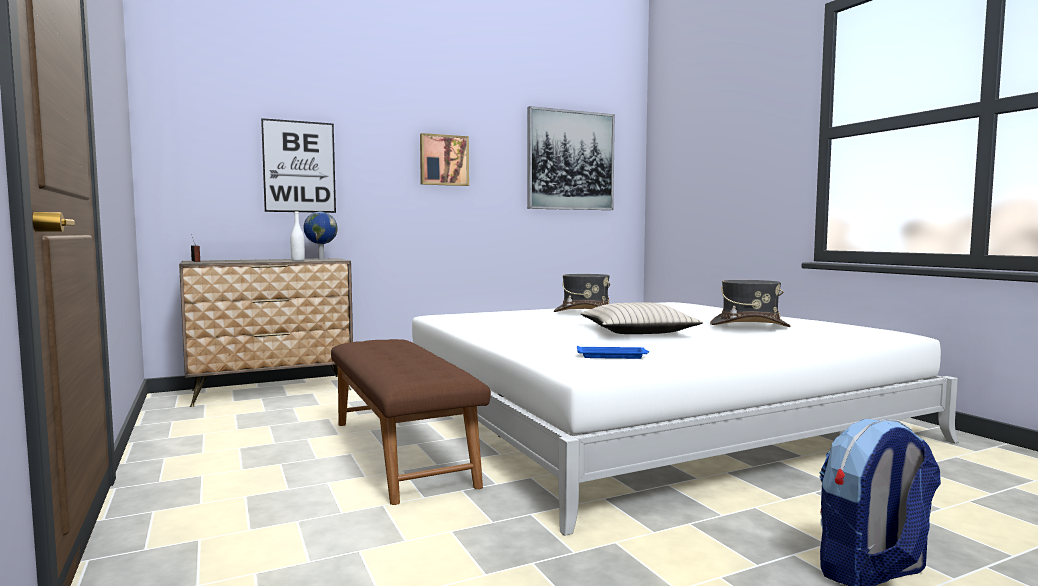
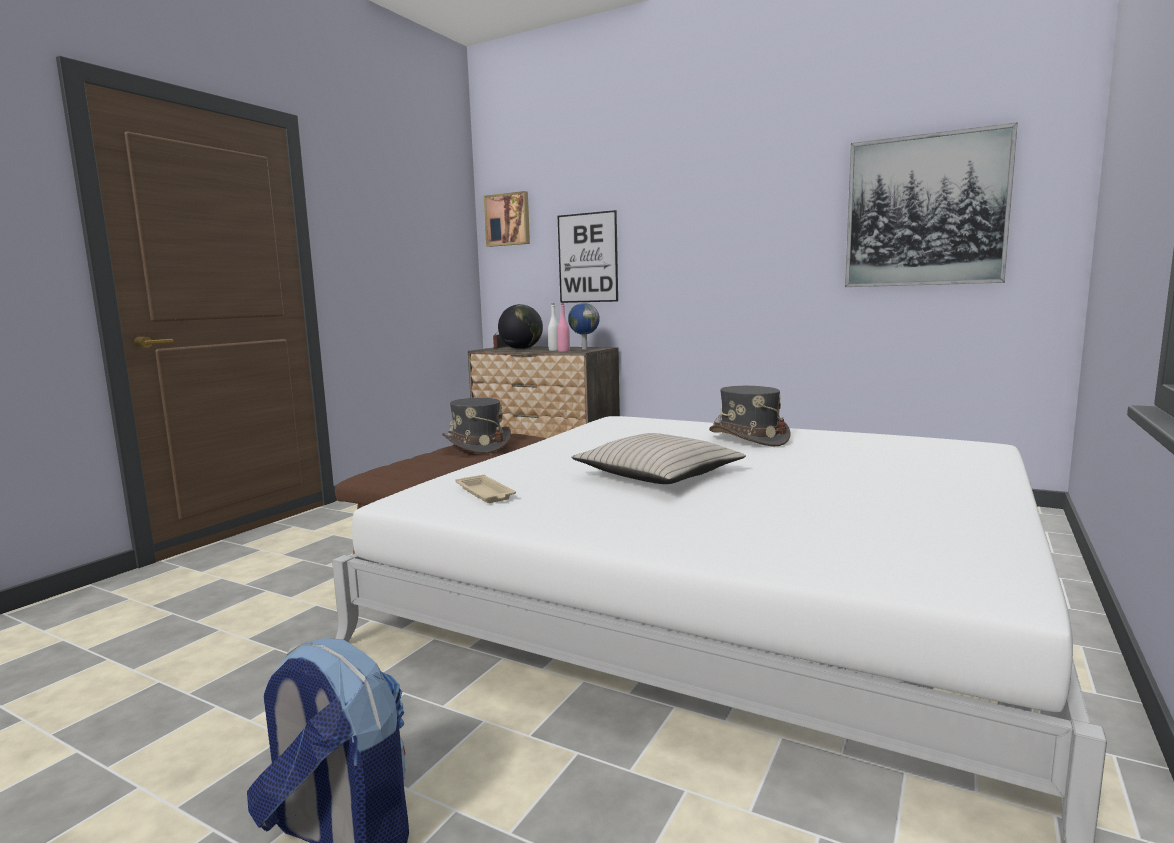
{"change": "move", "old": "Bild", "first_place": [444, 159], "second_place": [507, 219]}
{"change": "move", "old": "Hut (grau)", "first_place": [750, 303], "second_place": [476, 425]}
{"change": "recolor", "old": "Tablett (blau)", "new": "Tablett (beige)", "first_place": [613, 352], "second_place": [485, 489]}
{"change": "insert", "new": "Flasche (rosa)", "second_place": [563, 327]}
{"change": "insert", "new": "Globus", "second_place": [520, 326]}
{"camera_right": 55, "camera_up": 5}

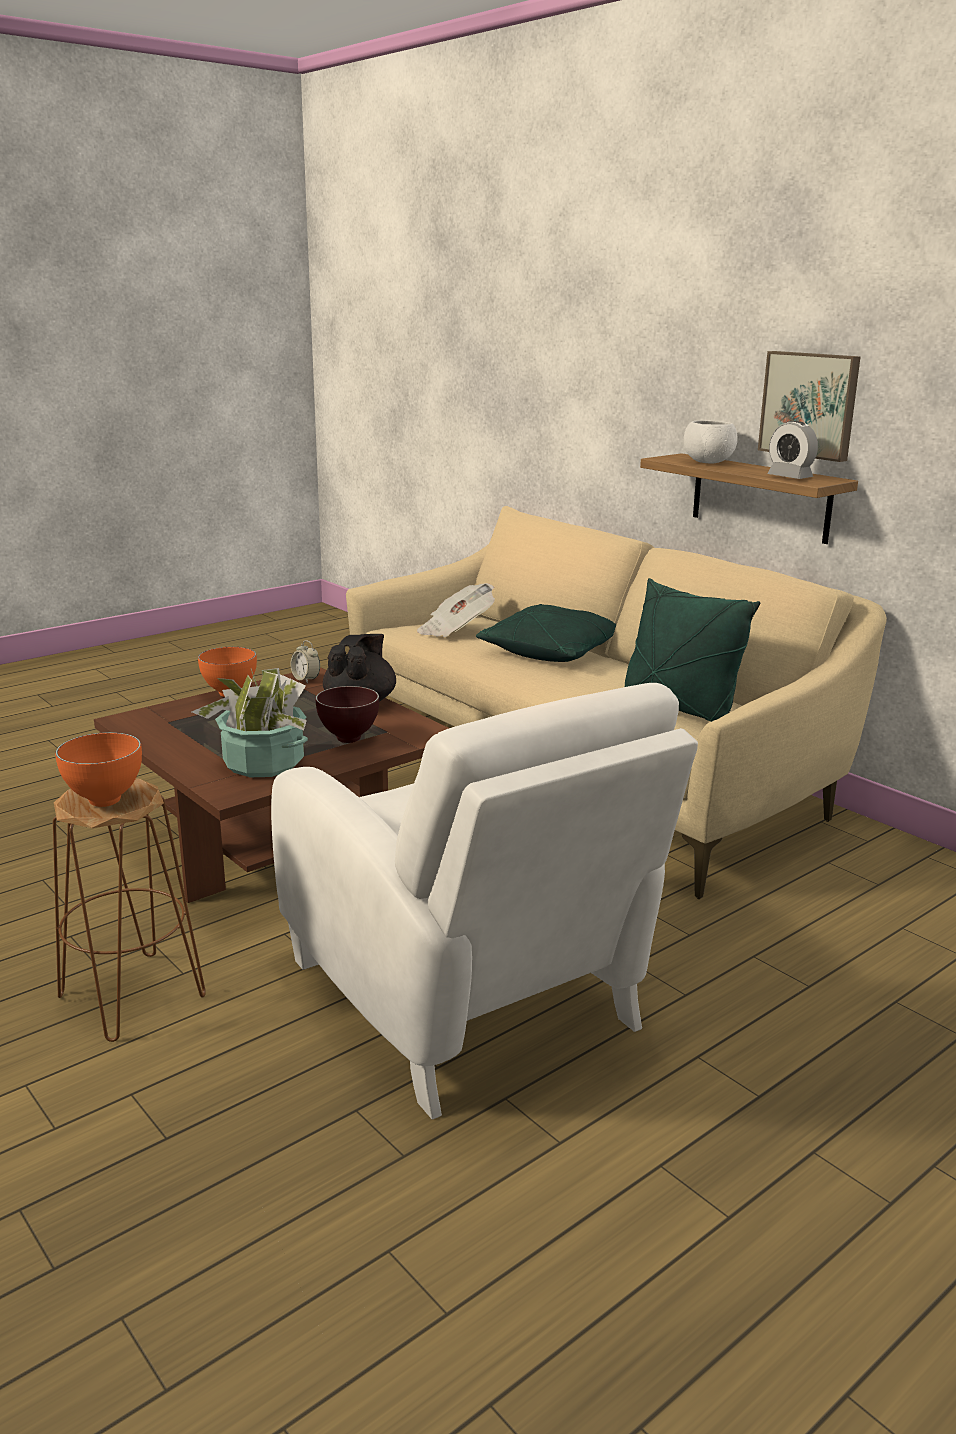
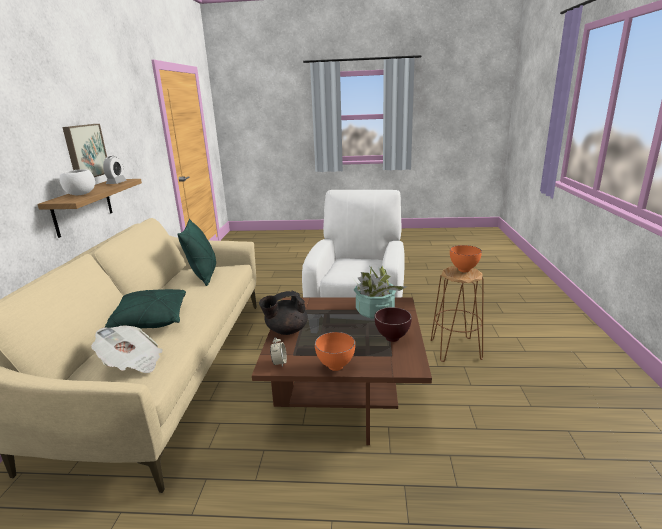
{"change": "move", "old": "Schüssel (braun)", "first_place": [347, 714], "second_place": [393, 324]}
{"camera_right": -135, "camera_up": 0}

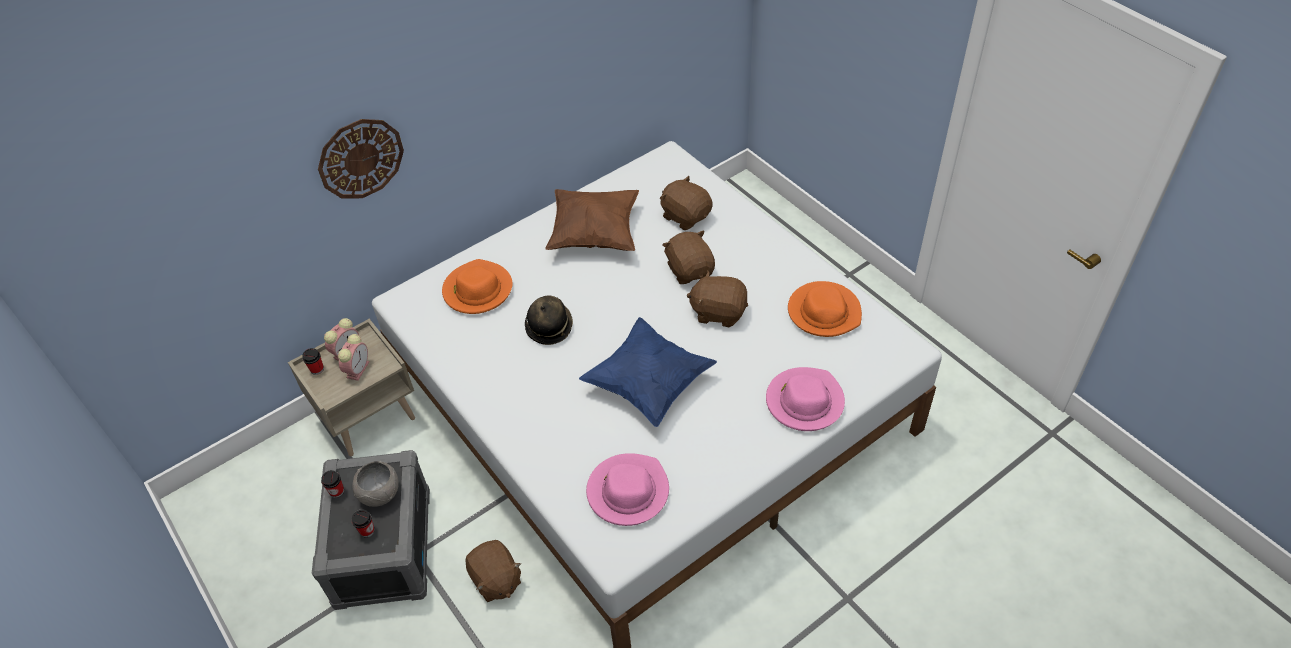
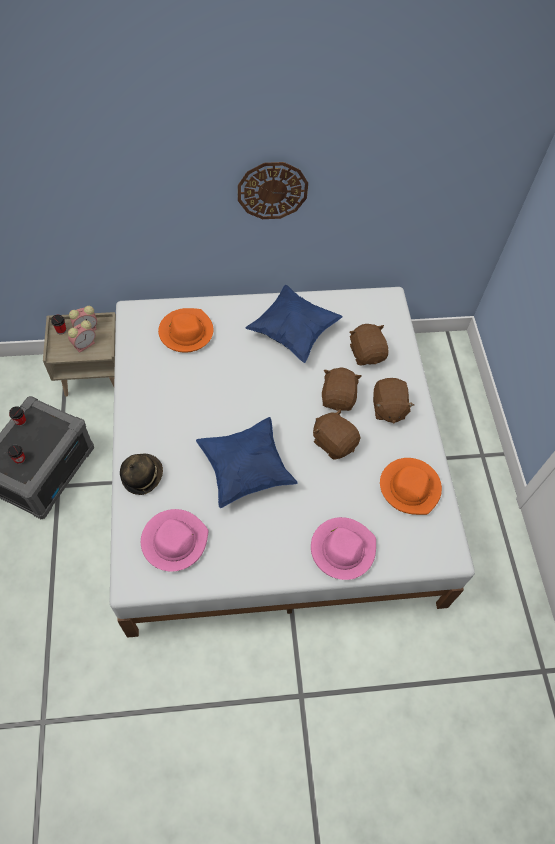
{"change": "move", "old": "Wanduhr", "first_place": [361, 159], "second_place": [273, 190]}
{"change": "recolor", "old": "Kissen (braun)", "new": "Kissen (blau)", "first_place": [592, 220], "second_place": [294, 324]}
{"change": "move", "old": "Hut", "first_place": [549, 320], "second_place": [141, 474]}
{"change": "delete", "old": "Schüssel (grau)", "first_place": [375, 484]}
{"change": "move", "old": "Plüschtier (braun)", "first_place": [493, 571], "second_place": [393, 401]}
{"camera_right": 25, "camera_up": 10}

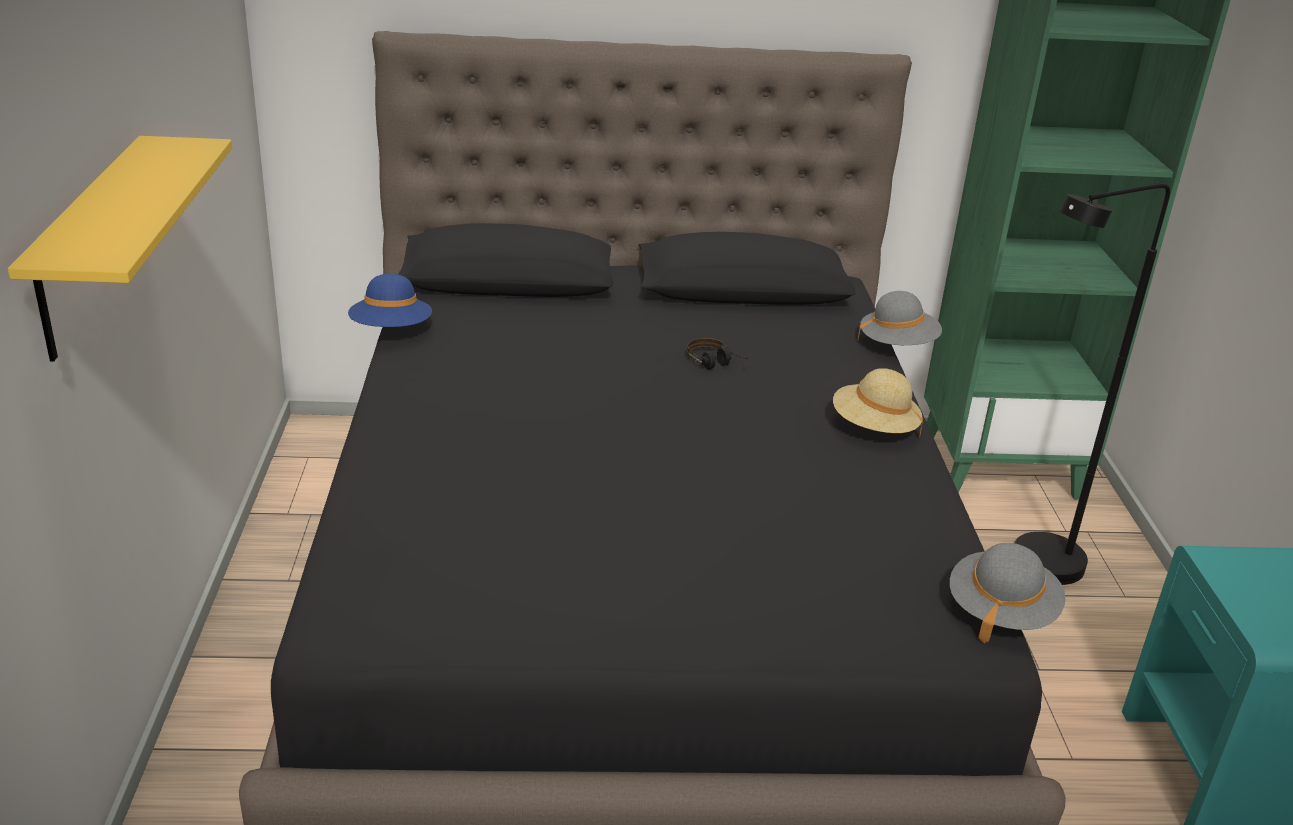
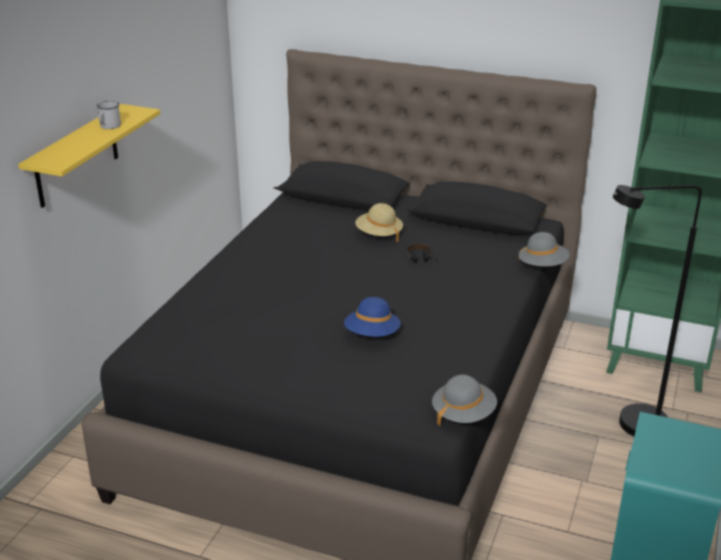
{"change": "move", "old": "Hut (blau)", "first_place": [390, 300], "second_place": [372, 317]}
{"change": "move", "old": "Hut (beige)", "first_place": [878, 403], "second_place": [379, 222]}
{"change": "insert", "new": "Henkelbecher (weiß)", "second_place": [109, 115]}
{"camera_right": 25, "camera_up": 0}

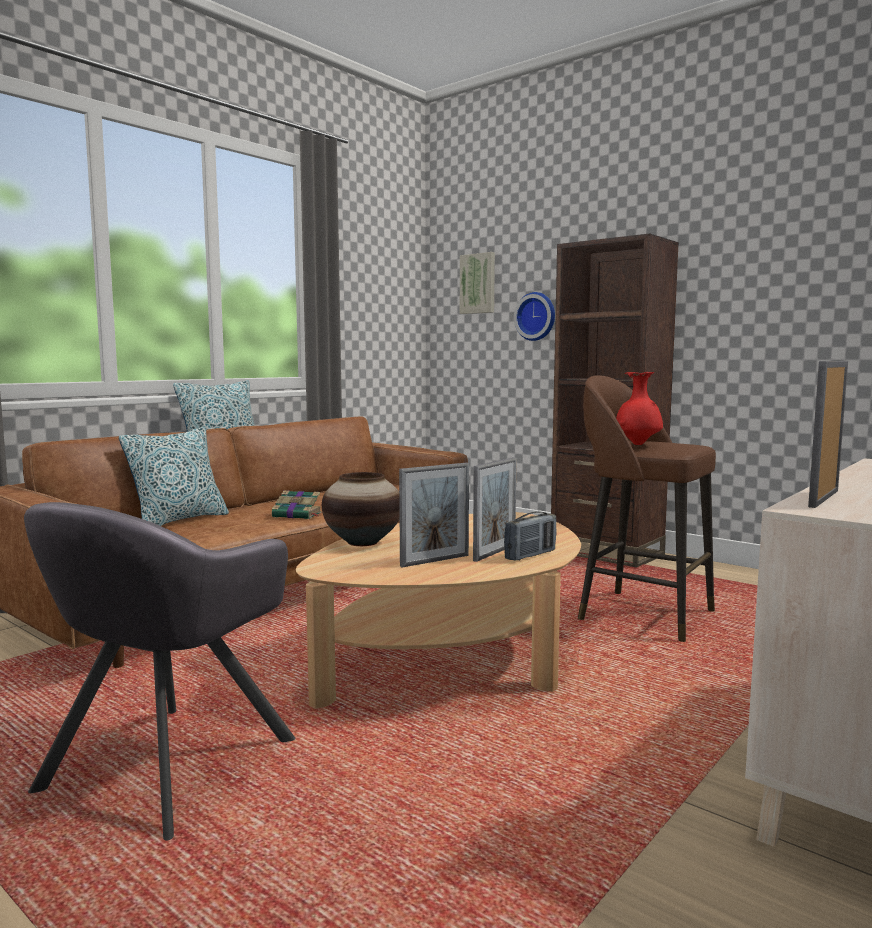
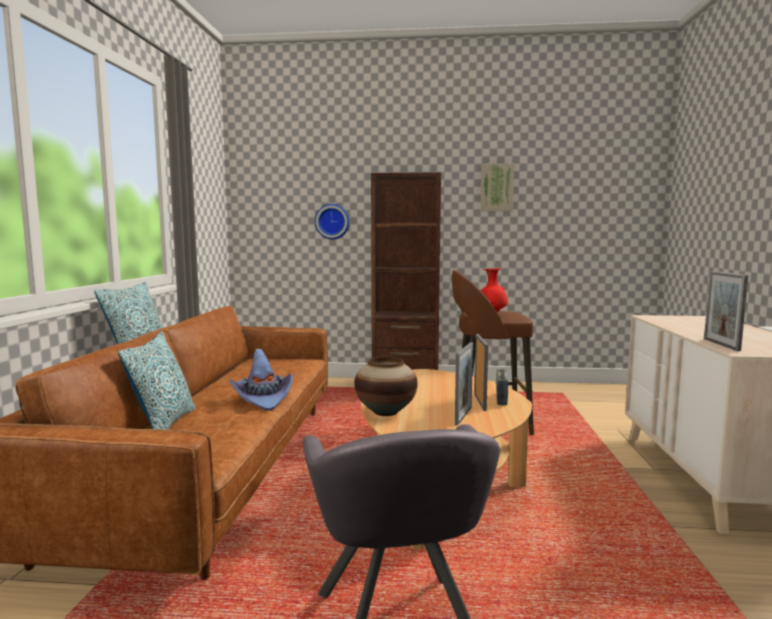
{"change": "move", "old": "Bild", "first_place": [477, 283], "second_place": [498, 187]}
{"change": "replace", "old": "Buch", "new": "Hut (lila)", "first_place": [297, 504], "second_place": [261, 380]}
{"camera_right": -35, "camera_up": 0}

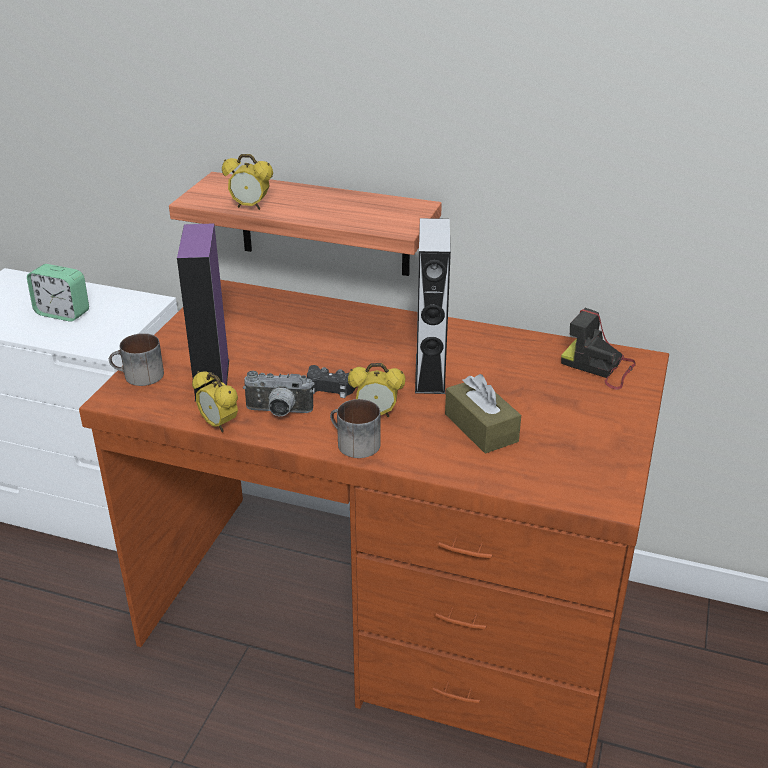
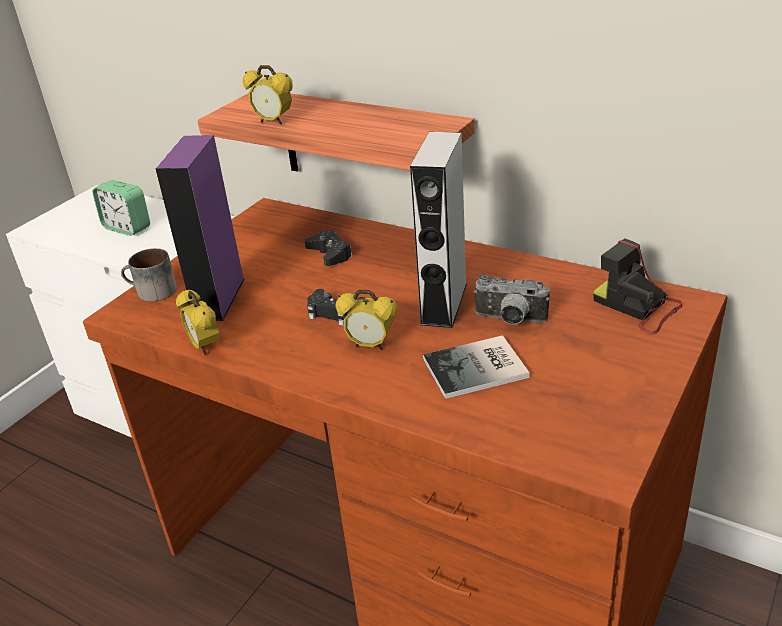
{"change": "move", "old": "Kamera", "first_place": [278, 393], "second_place": [512, 299]}
{"change": "replace", "old": "Taschentuchbox (braun)", "new": "Buch", "first_place": [483, 414], "second_place": [476, 367]}
{"change": "delete", "old": "Henkelbecher", "first_place": [355, 428]}
{"change": "insert", "new": "Gamepad (schwarz)", "second_place": [328, 248]}
{"camera_right": 15, "camera_up": 0}

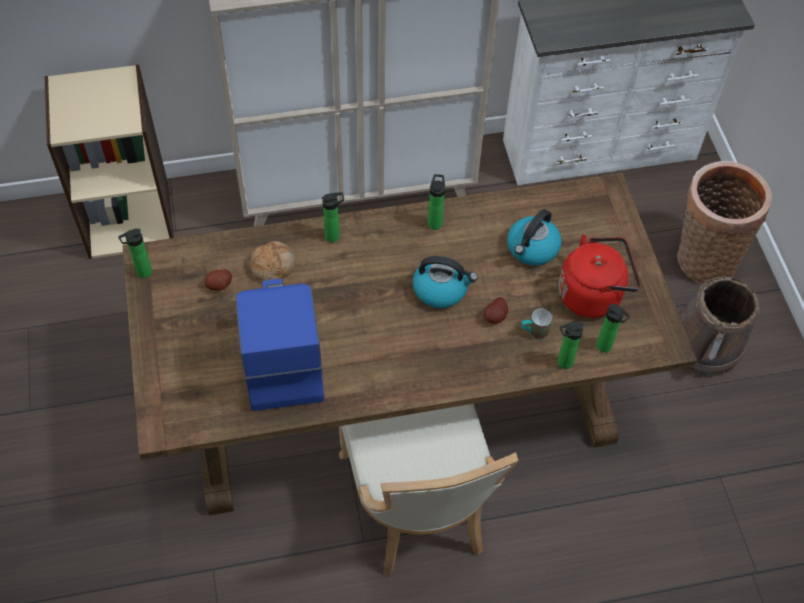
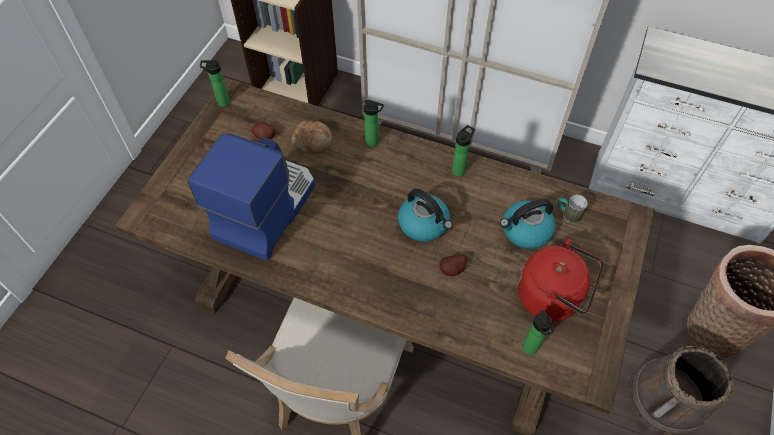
{"change": "move", "old": "Henkelbecher", "first_place": [536, 324], "second_place": [573, 209]}
{"change": "delete", "old": "Flasche", "first_place": [570, 345]}
{"camera_right": 35, "camera_up": 0}

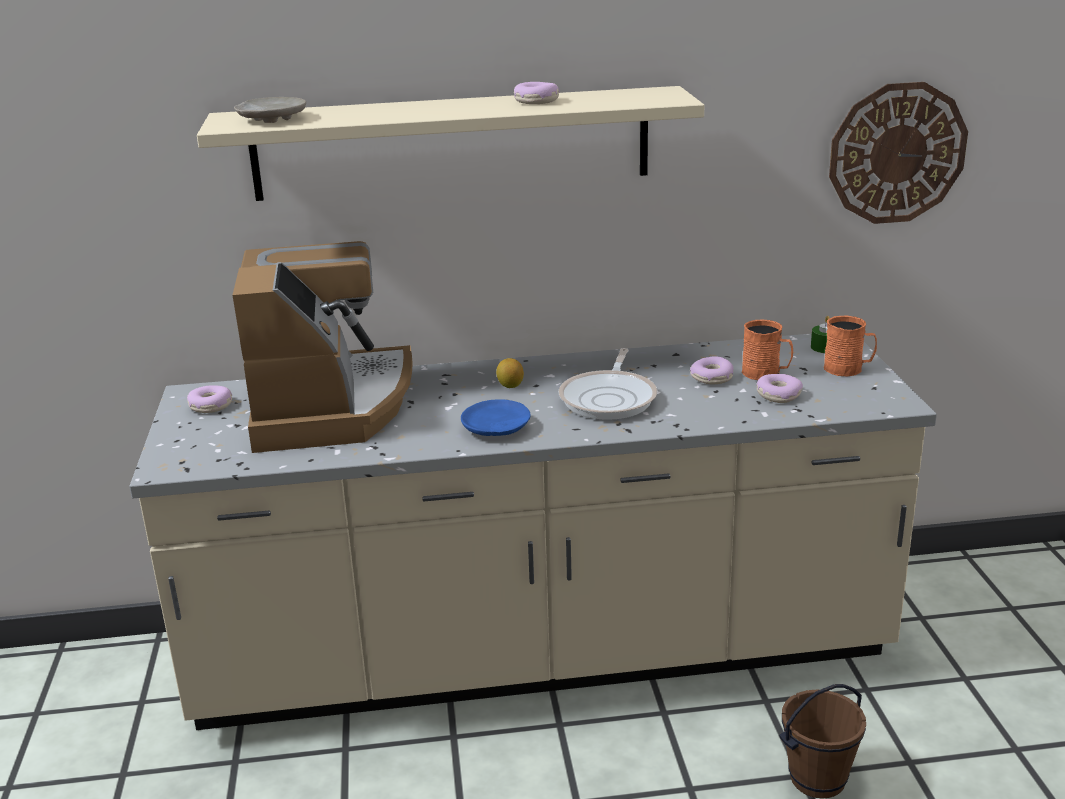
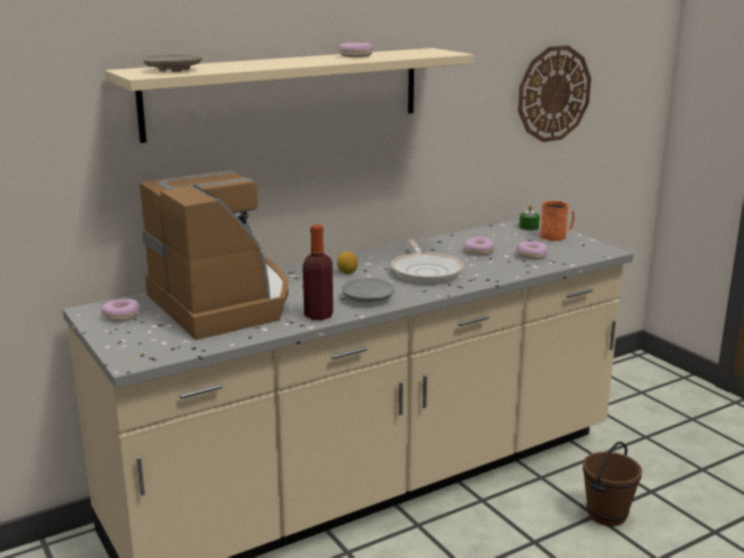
{"change": "delete", "old": "Henkelbecher (orange)", "first_place": [767, 350]}
{"change": "recolor", "old": "Teller (blau)", "new": "Teller (grau)", "first_place": [496, 417], "second_place": [368, 290]}
{"change": "insert", "new": "Flasche", "second_place": [318, 272]}
{"camera_right": -25, "camera_up": -5}

